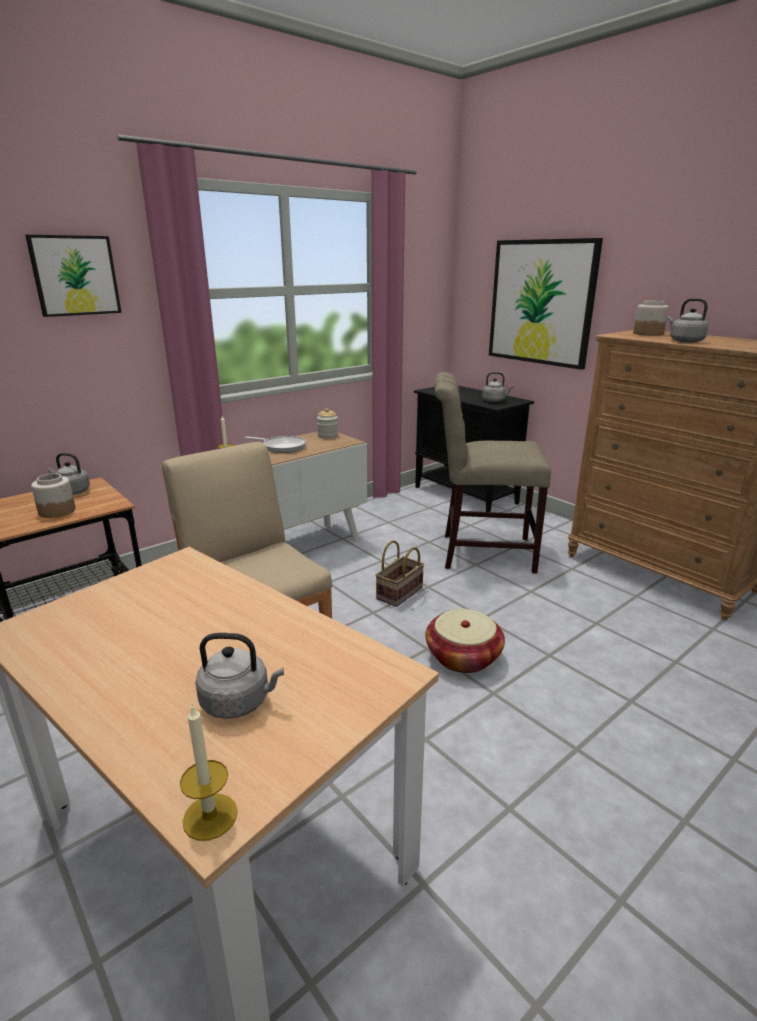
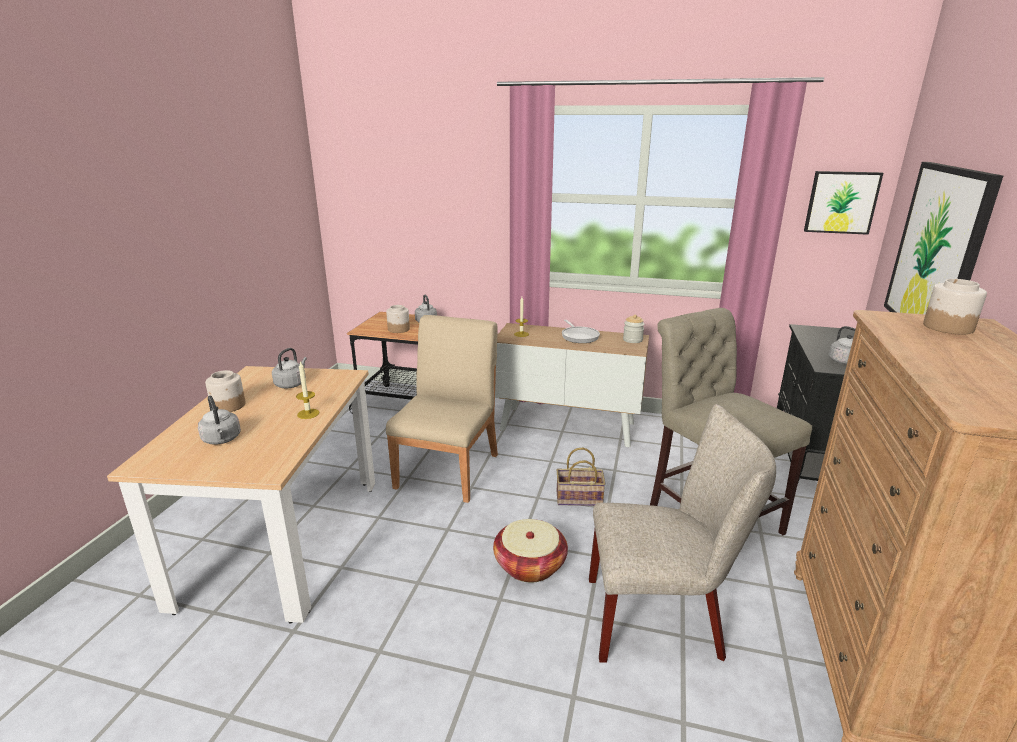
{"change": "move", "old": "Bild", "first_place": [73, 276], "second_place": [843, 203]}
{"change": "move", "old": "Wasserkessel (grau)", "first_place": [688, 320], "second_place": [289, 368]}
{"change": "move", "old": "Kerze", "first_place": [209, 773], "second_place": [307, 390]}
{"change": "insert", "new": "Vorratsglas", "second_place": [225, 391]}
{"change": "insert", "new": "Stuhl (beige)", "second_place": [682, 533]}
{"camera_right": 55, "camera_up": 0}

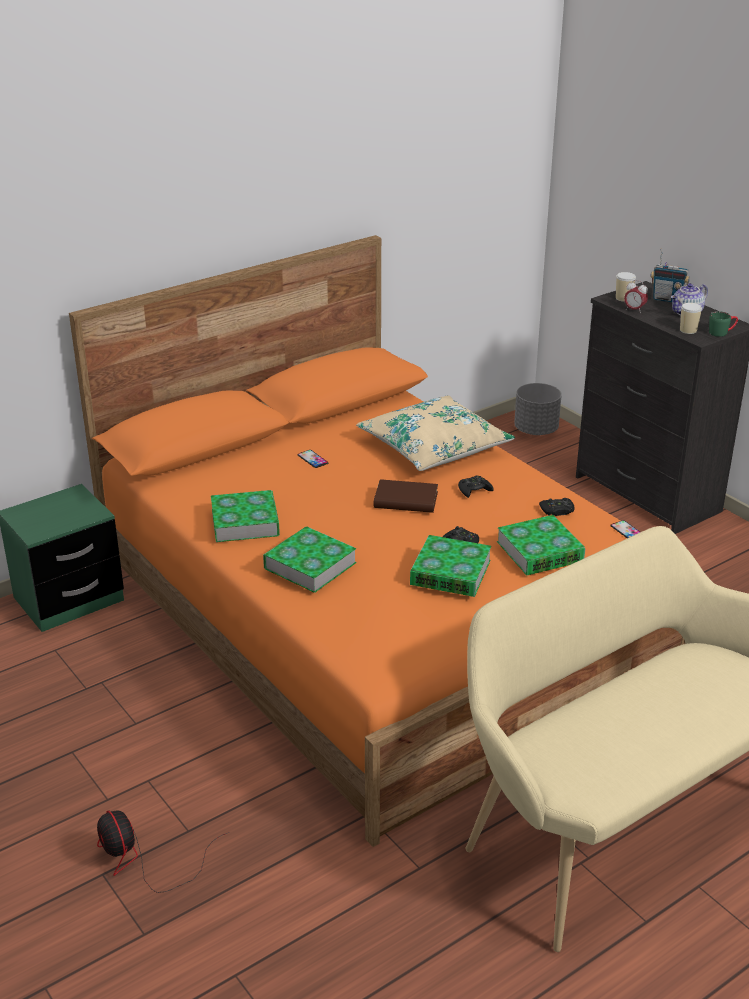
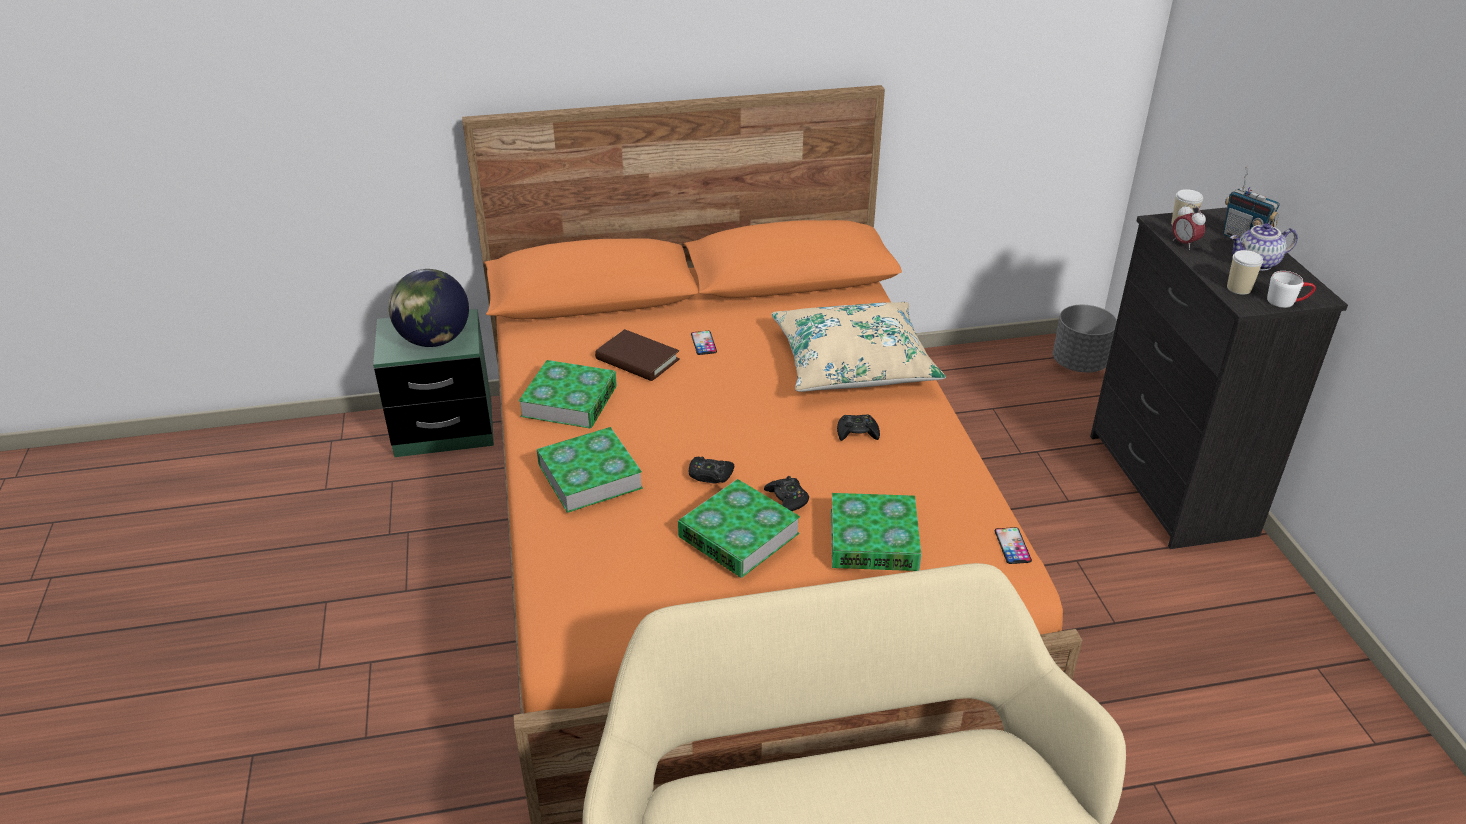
{"change": "recolor", "old": "Henkelbecher (grün)", "new": "Henkelbecher (weiß)", "first_place": [723, 324], "second_place": [1291, 289]}
{"change": "move", "old": "Buch (braun)", "first_place": [406, 496], "second_place": [637, 355]}
{"change": "move", "old": "Gamepad (schwarz)", "first_place": [557, 507], "second_place": [711, 470]}
{"change": "delete", "old": "Ventilator", "first_place": [163, 851]}
{"change": "insert", "new": "Globus", "second_place": [429, 308]}
{"camera_right": 25, "camera_up": 5}

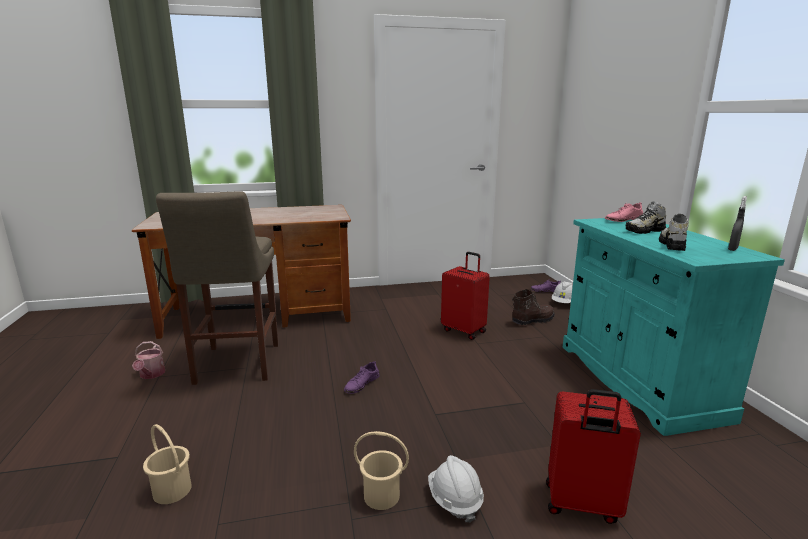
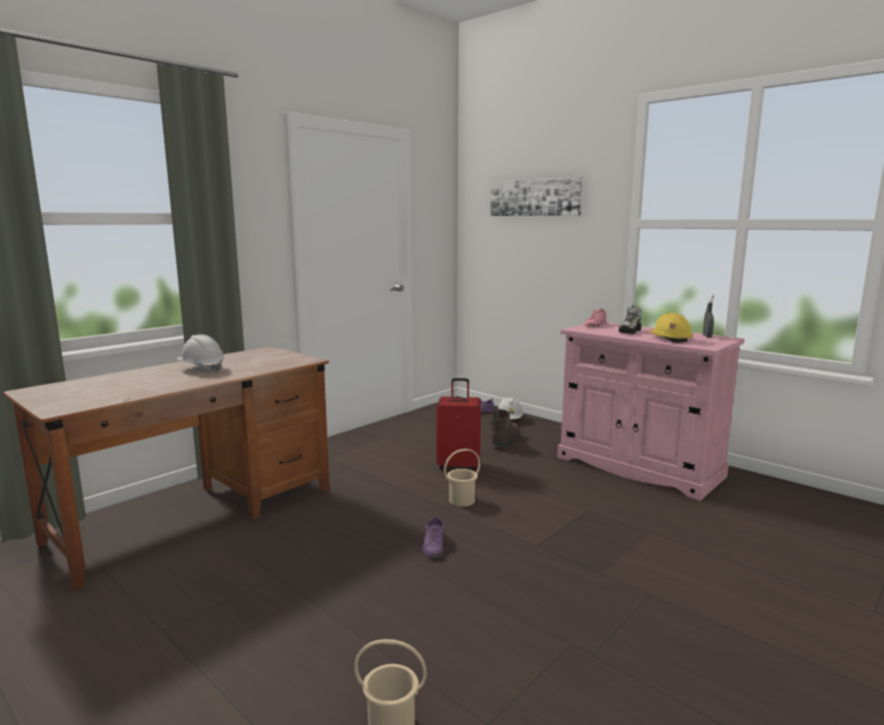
{"change": "delete", "old": "Hocker (beige)", "first_place": [217, 288]}
{"change": "replace", "old": "Schuh", "new": "Schutzhelm (gelb)", "first_place": [674, 232], "second_place": [671, 328]}
{"change": "recolor", "old": "Schrank (türkis)", "new": "Schrank (rosa)", "first_place": [674, 327], "second_place": [650, 411]}
{"change": "delete", "old": "Gießkanne", "first_place": [148, 360]}
{"change": "delete", "old": "Koffer (rot)", "first_place": [593, 456]}
{"change": "move", "old": "Eimer (beige)", "first_place": [381, 470], "second_place": [462, 478]}
{"change": "move", "old": "Schutzhelm (weiß)", "first_place": [456, 489], "second_place": [200, 353]}
{"change": "insert", "new": "Bild", "second_place": [536, 196]}
{"camera_right": -35, "camera_up": -5}

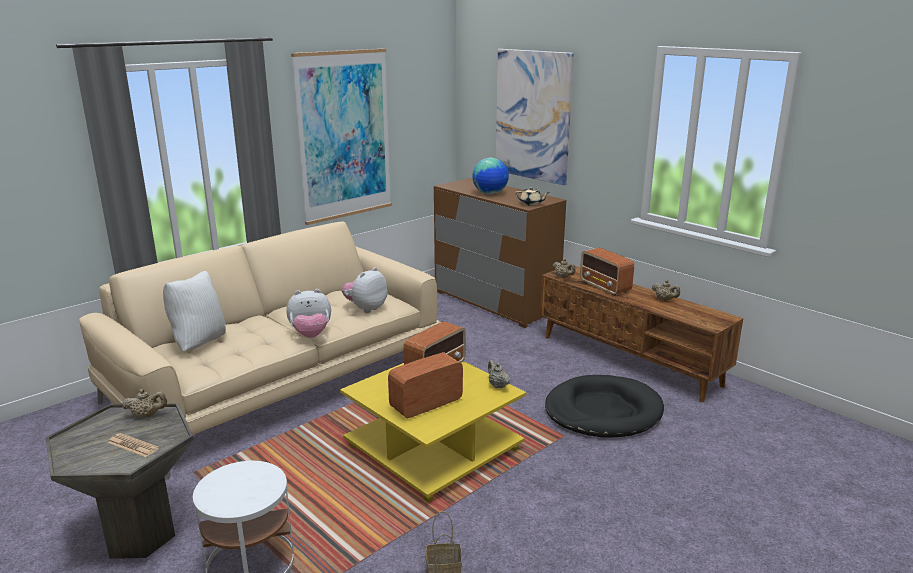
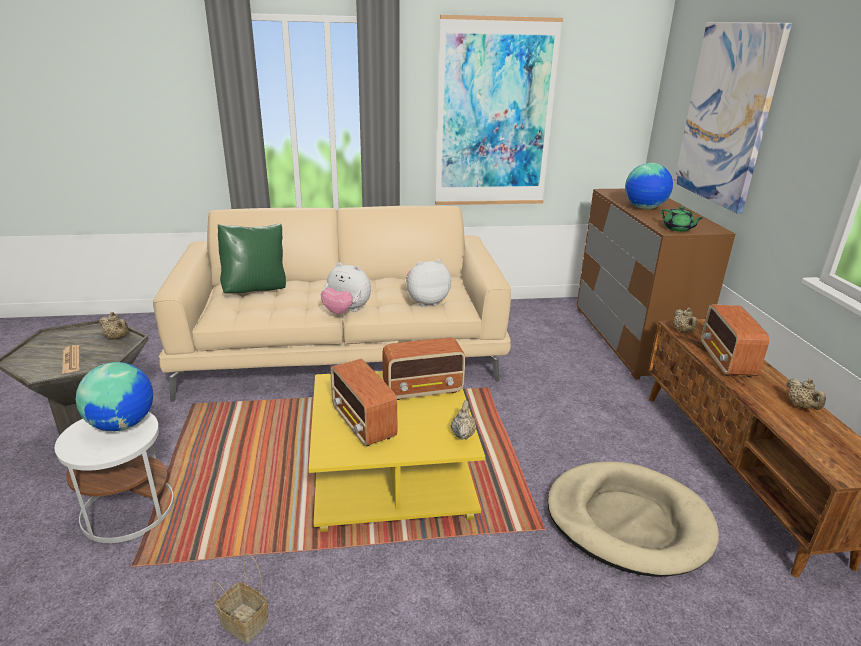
{"change": "recolor", "old": "Teekanne (beige)", "new": "Teekanne (grün)", "first_place": [532, 196], "second_place": [682, 219]}
{"change": "recolor", "old": "Kissen (weiß)", "new": "Kissen (grün)", "first_place": [194, 311], "second_place": [252, 258]}
{"change": "rotate", "old": "Radio", "first_place": [425, 385], "second_place": [363, 403], "degrees": -120}
{"change": "recolor", "old": "Hundebett (schwarz)", "new": "Hundebett (beige)", "first_place": [604, 406], "second_place": [633, 519]}
{"change": "insert", "new": "Globus", "second_place": [114, 396]}
{"camera_right": 35, "camera_up": 5}

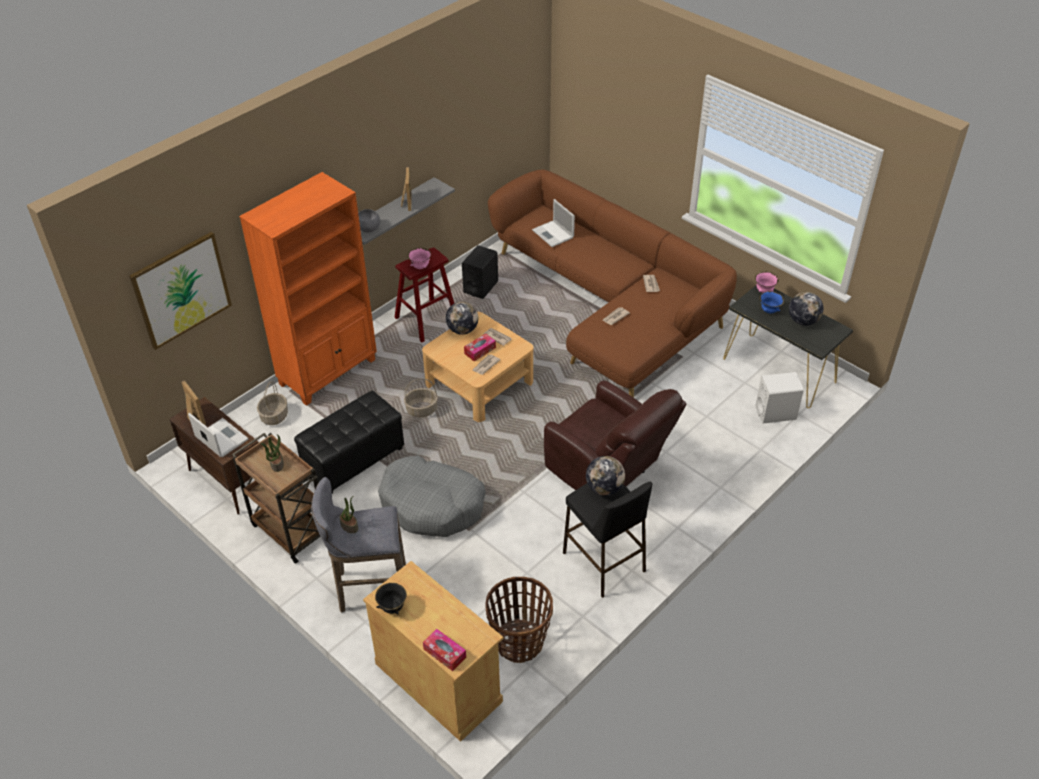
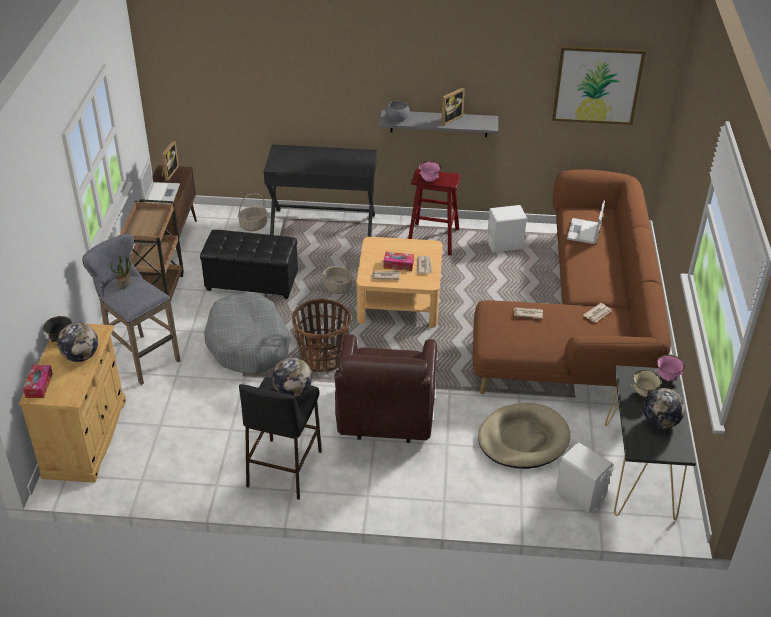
{"change": "replace", "old": "Bücherregal (orange)", "new": "Schreibtisch (schwarz)", "first_place": [308, 289], "second_place": [320, 190]}
{"change": "move", "old": "Bild", "first_place": [180, 291], "second_place": [599, 85]}
{"change": "recolor", "old": "Lautsprecher (schwarz)", "new": "Lautsprecher (weiß)", "first_place": [480, 272], "second_place": [507, 229]}
{"change": "recolor", "old": "Schüssel (blau)", "new": "Schüssel (beige)", "first_place": [772, 302], "second_place": [646, 383]}
{"change": "move", "old": "Globus", "first_place": [462, 318], "second_place": [77, 342]}
{"change": "delete", "old": "Topfpflanze", "first_place": [272, 453]}
{"change": "move", "old": "Korb", "first_place": [519, 620], "second_place": [321, 335]}
{"change": "insert", "new": "Hundebett (beige)", "second_place": [524, 436]}
{"camera_right": 50, "camera_up": -5}

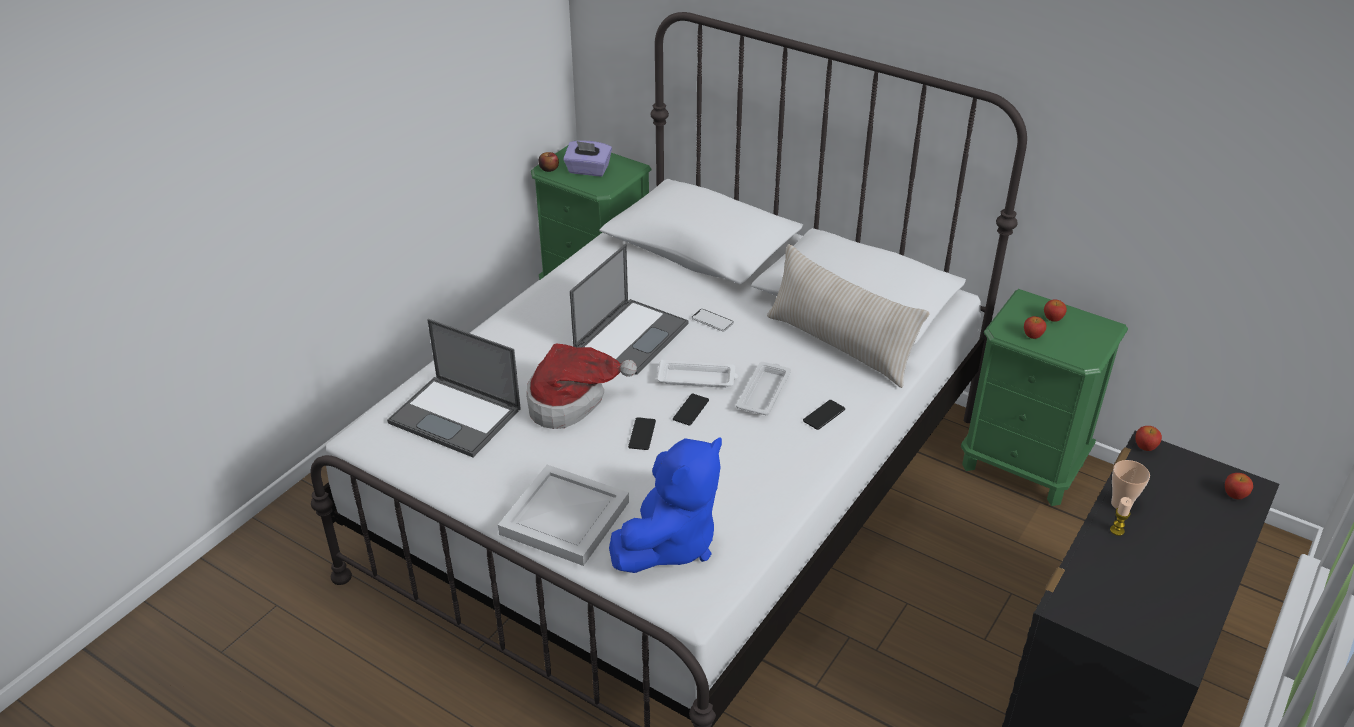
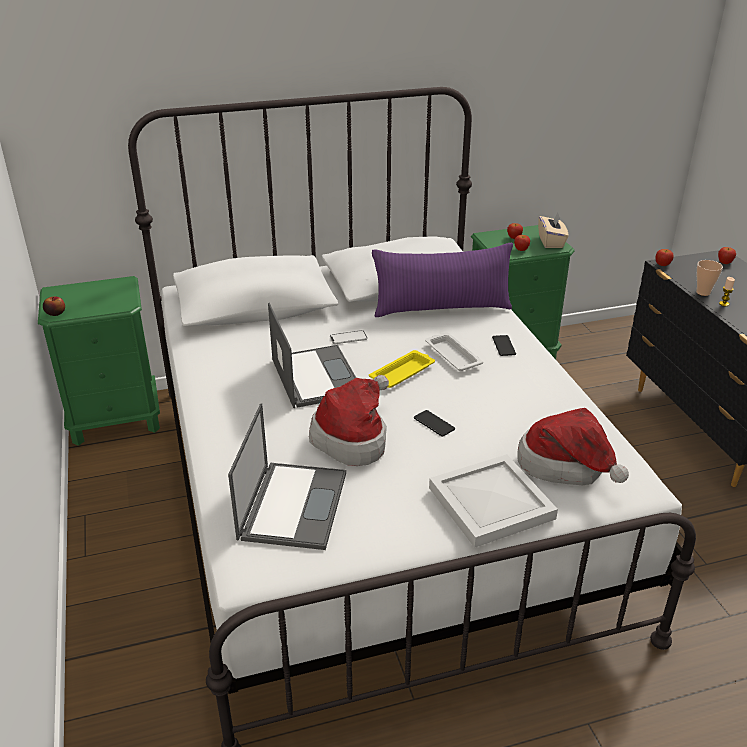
{"change": "delete", "old": "Taschentuchbox (lila)", "first_place": [587, 158]}
{"change": "recolor", "old": "Kissen (beige)", "new": "Kissen (lila)", "first_place": [848, 316], "second_place": [442, 280]}
{"change": "rotate", "old": "Laptop", "first_place": [454, 388], "second_place": [287, 476], "degrees": -60}
{"change": "recolor", "old": "Tablett (weiß)", "new": "Tablett (gelb)", "first_place": [697, 374], "second_place": [402, 369]}
{"change": "delete", "old": "Handy", "first_place": [691, 409]}
{"change": "replace", "old": "Plüschtier (blau)", "new": "Hut", "first_place": [665, 505], "second_place": [573, 446]}
{"change": "insert", "new": "Taschentuchbox (beige)", "second_place": [553, 230]}
{"camera_right": -50, "camera_up": -5}

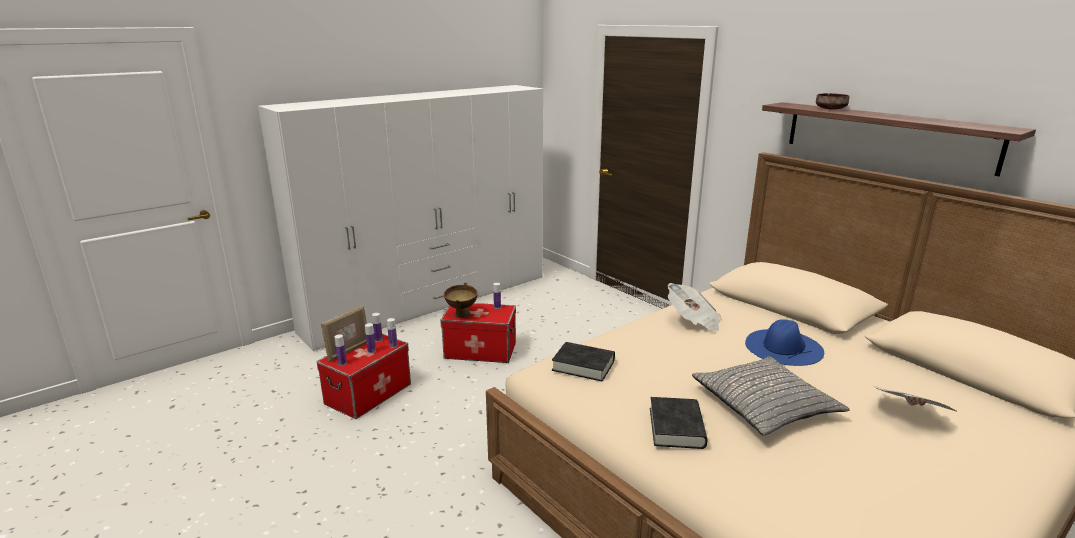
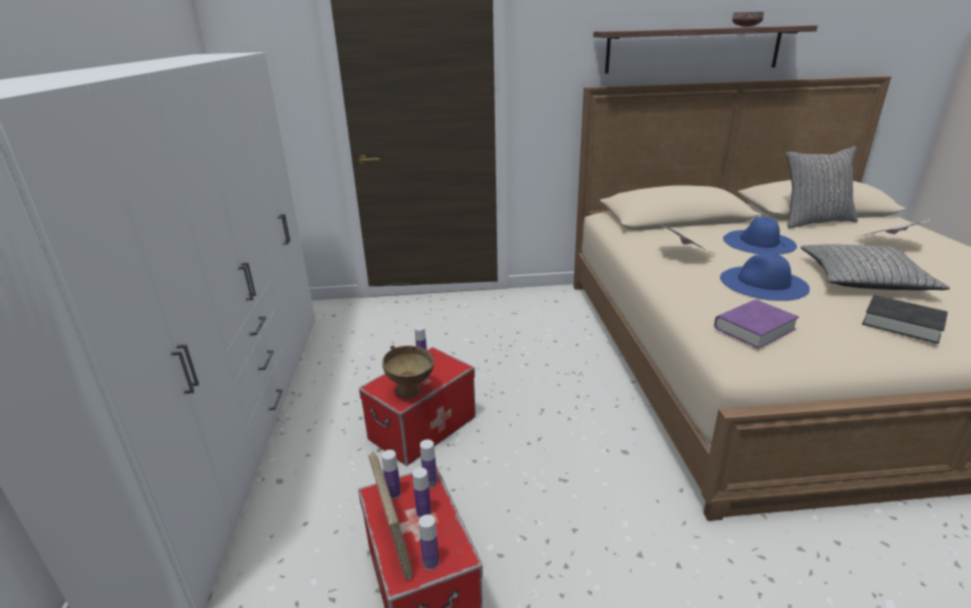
{"change": "move", "old": "Schüssel (braun)", "first_place": [832, 101], "second_place": [748, 19]}
{"change": "recolor", "old": "Buch (schwarz)", "new": "Buch (lila)", "first_place": [583, 362], "second_place": [756, 324]}
{"change": "insert", "new": "Kissen (grau)", "second_place": [822, 187]}
{"change": "insert", "new": "Hut (blau)", "second_place": [765, 277]}
{"camera_right": -55, "camera_up": 5}

